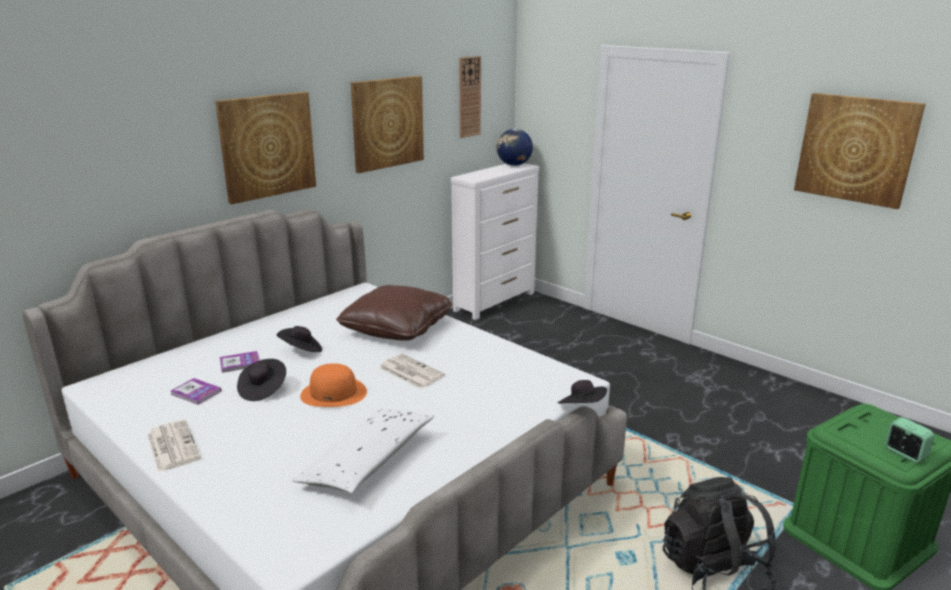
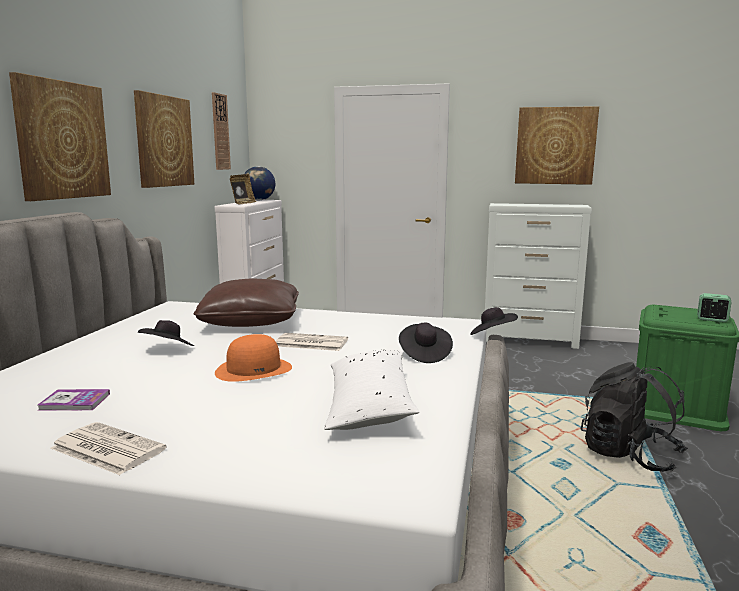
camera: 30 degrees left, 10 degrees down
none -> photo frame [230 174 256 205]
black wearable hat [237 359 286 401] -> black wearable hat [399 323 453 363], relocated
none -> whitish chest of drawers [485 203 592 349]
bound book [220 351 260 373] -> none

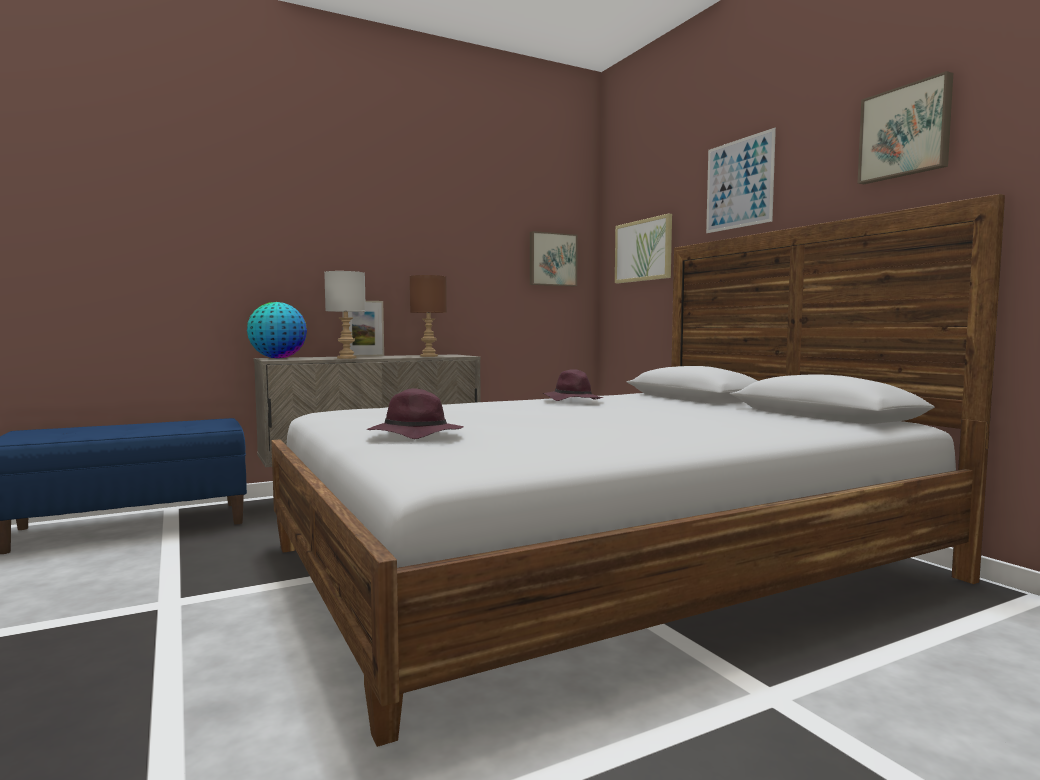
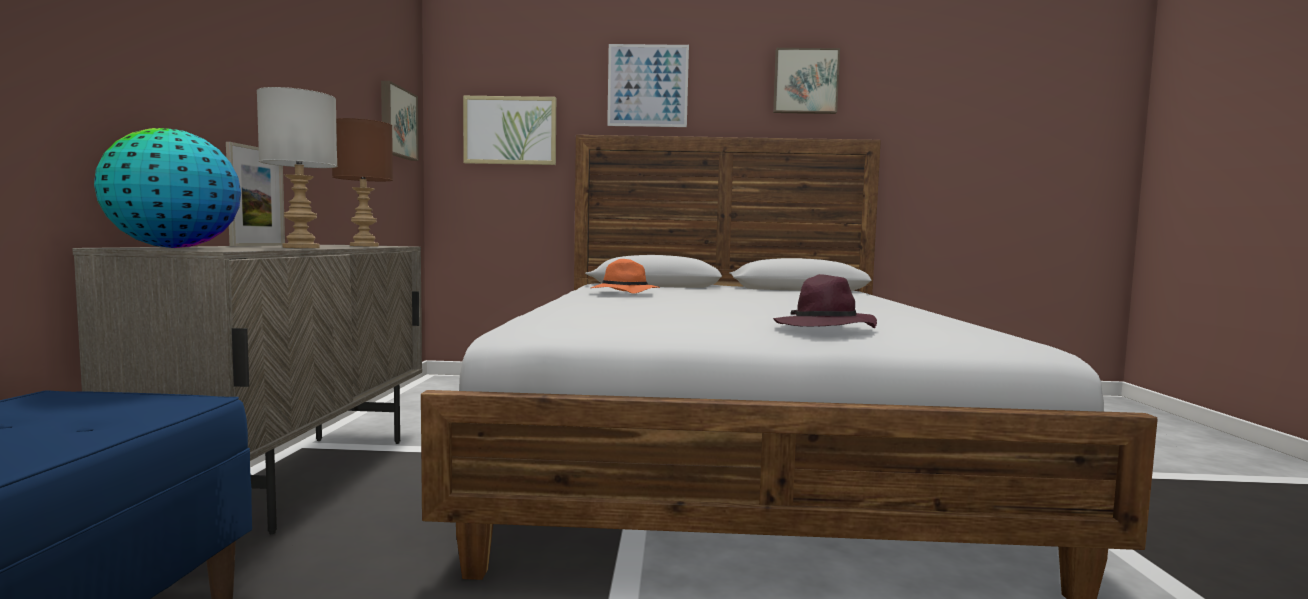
camera: 60 degrees left, 0 degrees up
purple wearable hat [543 369 603 401] -> orange-coloured wearable hat [591 259 660 294]

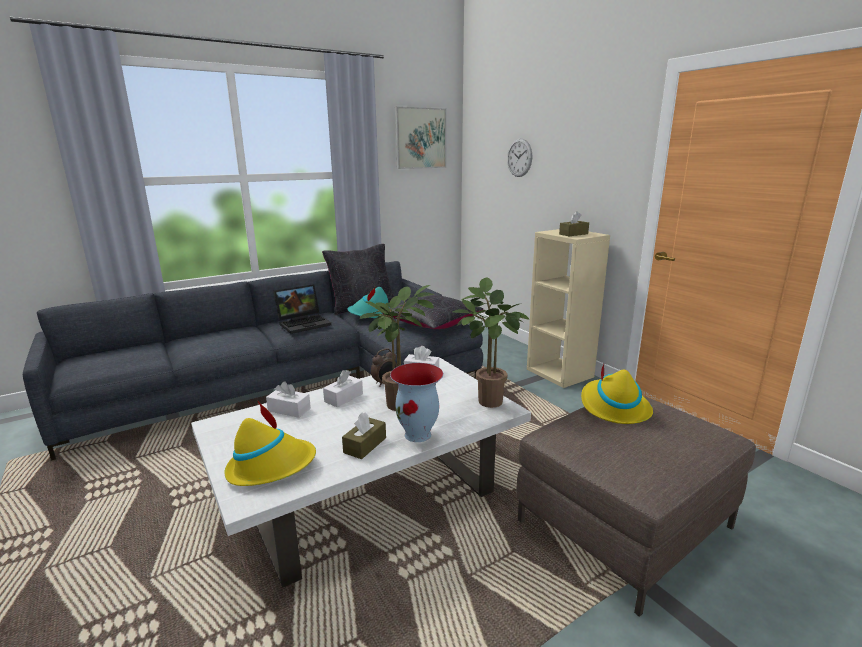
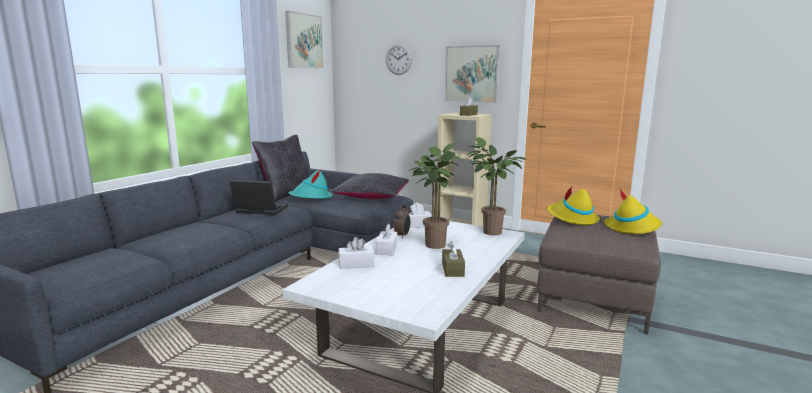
camera: 30 degrees left, 5 degrees down
notebook computer [273 284 331 334] -> notebook computer [229 180 288 215], 105 degrees counterclockwise
none -> picture [445 45 500 103]
yellow wearable hat [224 401 316 486] -> yellow wearable hat [605 189 662 234], relocated
decorative vase [390 363 443 442] -> none

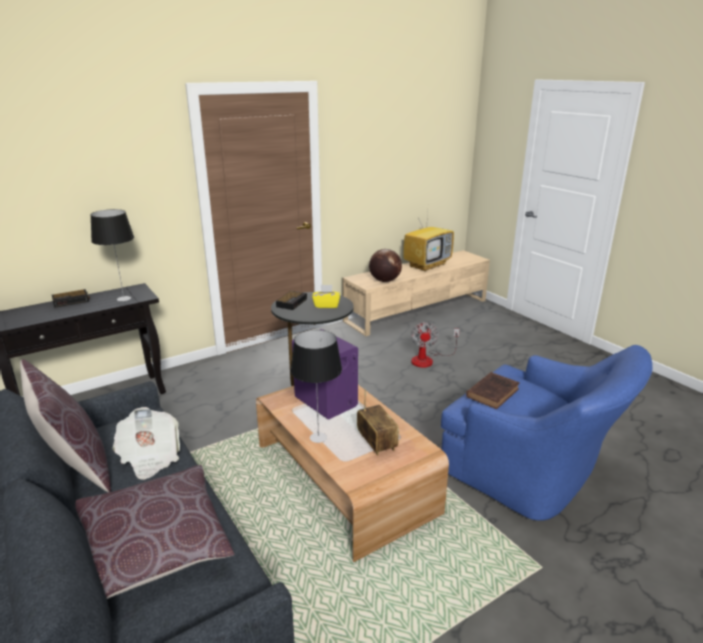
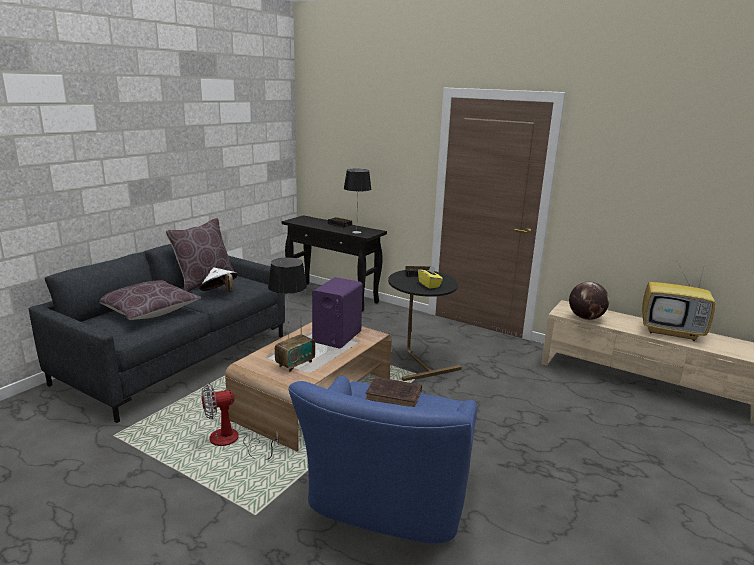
camera: 65 degrees right, 5 degrees down
daily paper [112 407 180 480] -> whitish wearable hat [199 267 238 292]
electric fan [411 322 460 368] -> electric fan [202 383 279 459], relocated

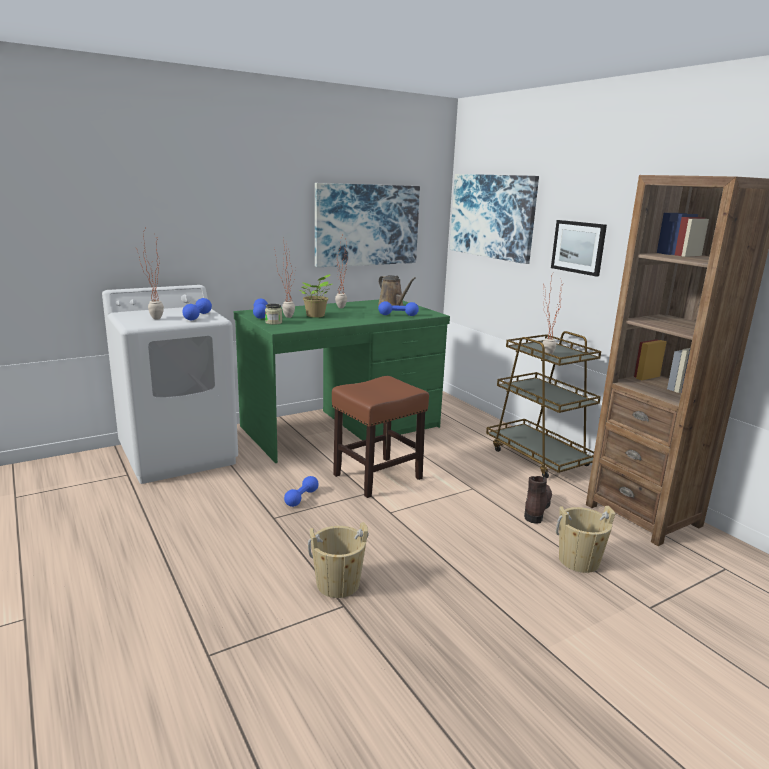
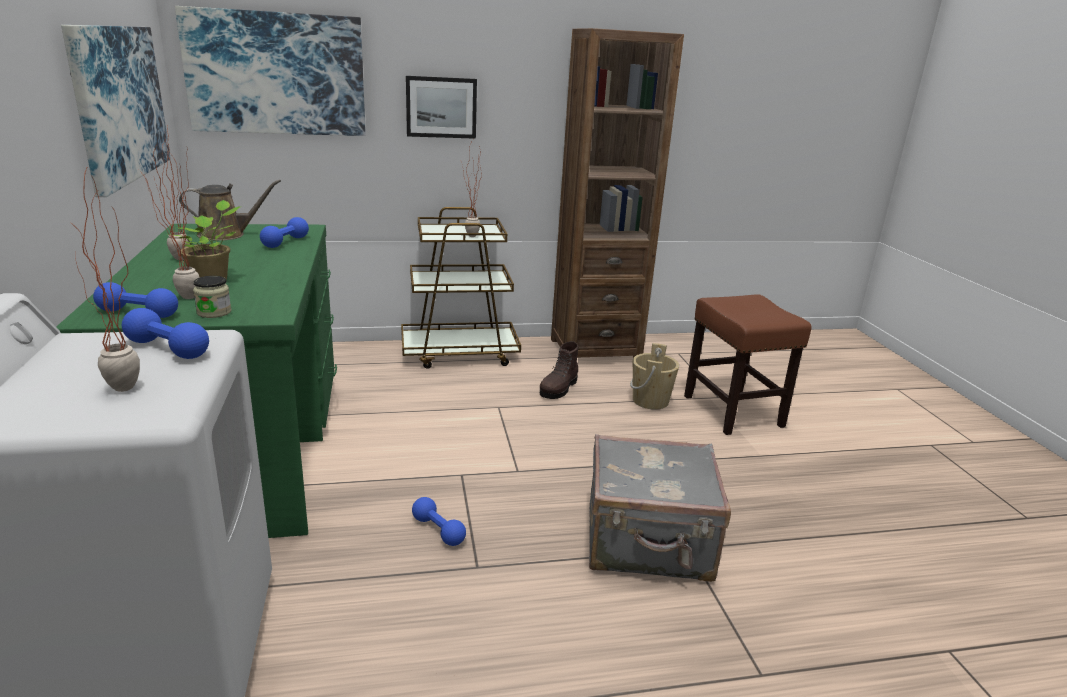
camera: 70 degrees left, 5 degrees up
brown-coloured tall boot [524 476 552 524] -> brown-coloured tall boot [540 341 579 399], 105 degrees counterclockwise
beige bucket [308 522 369 598] -> gray piece of luggage [589 434 731 582]
brown-coloured stool seat [332 376 429 498] -> brown-coloured stool seat [684 294 812 435], relocated

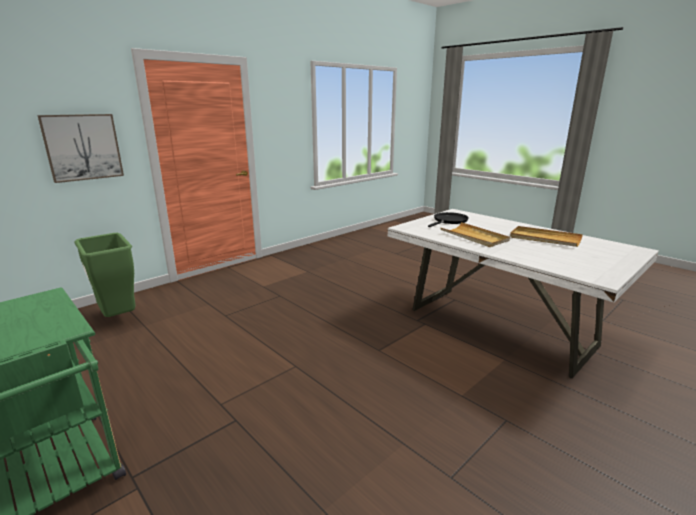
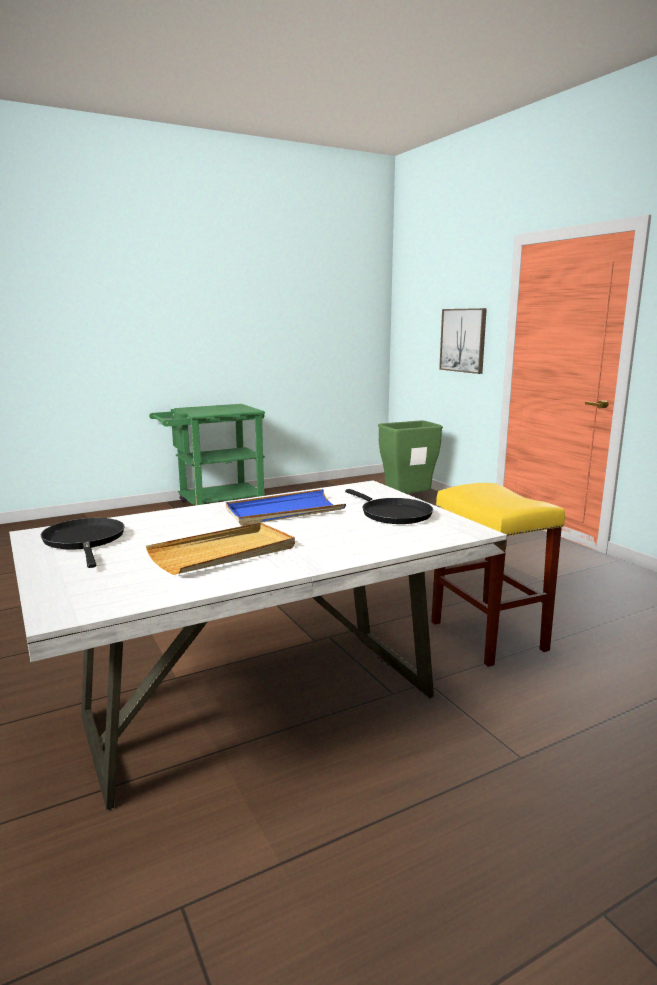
camera: 105 degrees right, 5 degrees down
none -> black pan [41 518 124 568]
beige serving tray [441 222 510 247] -> blue serving tray [226 489 346 526]
none -> yellow stool seat [431 483 565 667]

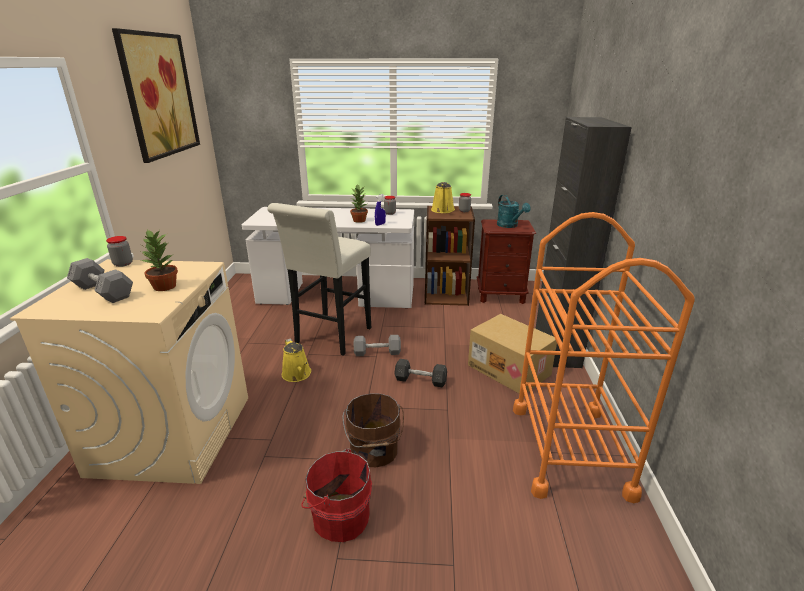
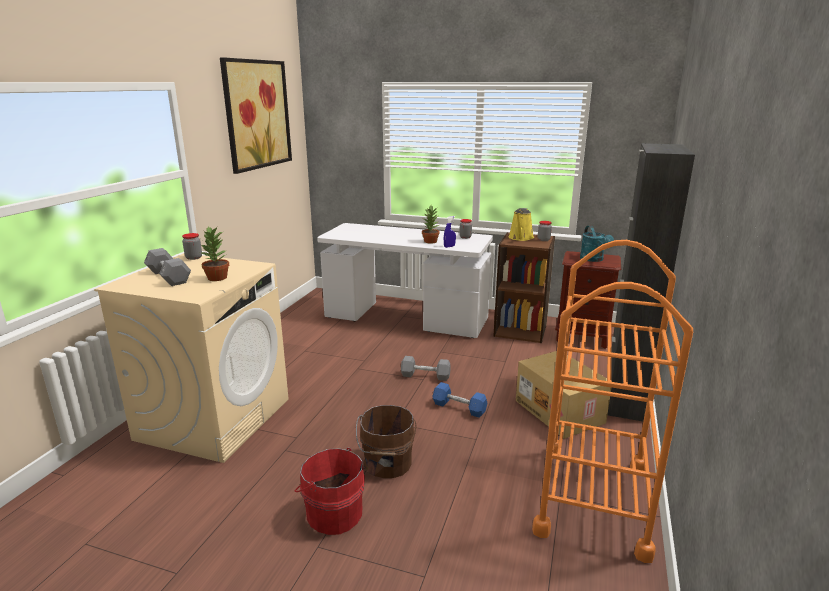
camera: 15 degrees right, 5 degrees down
gray dumbbell [394 359 447 387] -> blue dumbbell [433 382 487 418]
whitish stool seat [267 203 372 356] -> none
yellow watering can [282 339 311 382] -> none

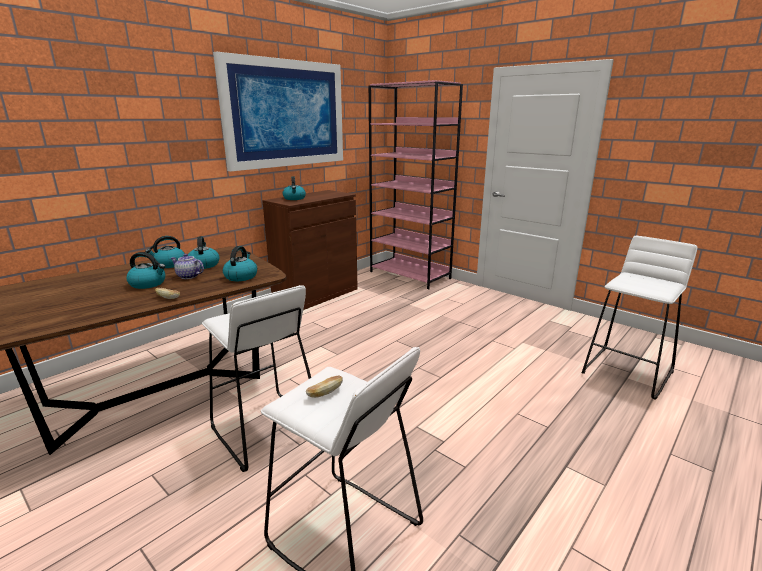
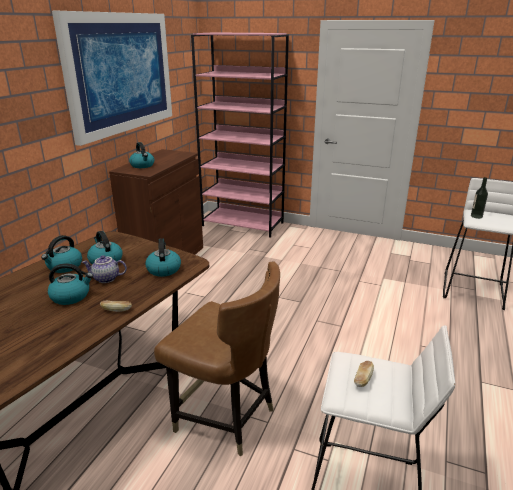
camera: 20 degrees left, 5 degrees up
whitish stool seat [202 285 311 472] -> brown-coloured chair [154 262 280 456]
none -> drink bottle [471 177 488 219]

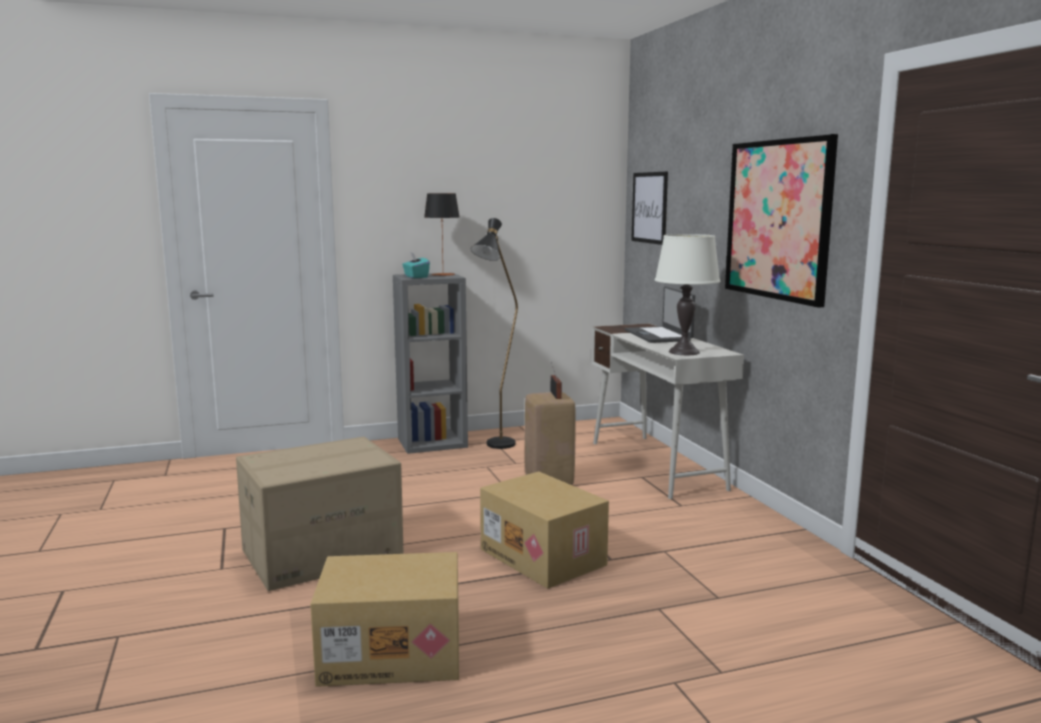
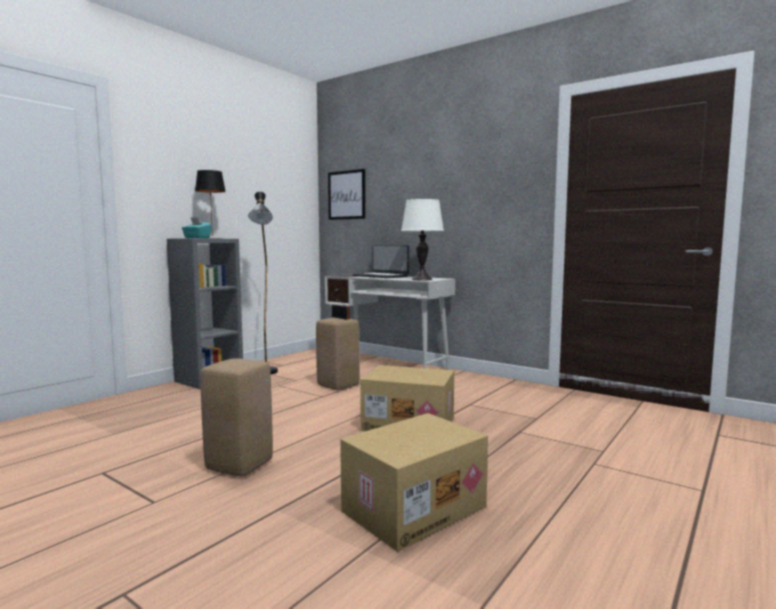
camera: 35 degrees left, 5 degrees down
packing box [236 437 404 591] -> beige stool seat [200 358 273 477]
picture [725 134 838 308] -> none

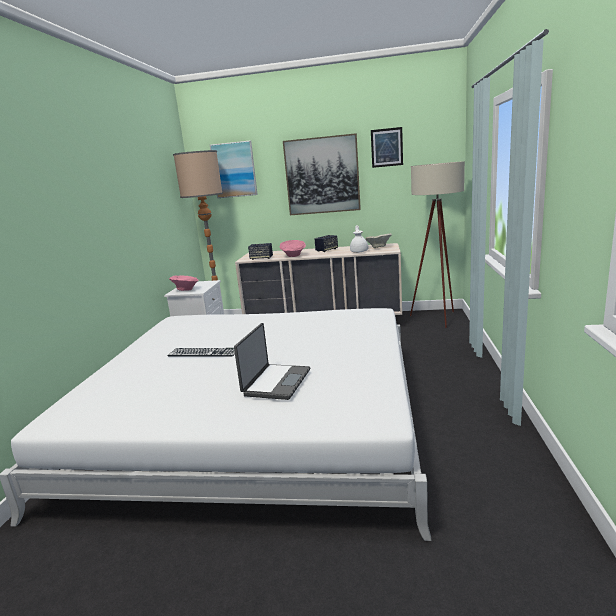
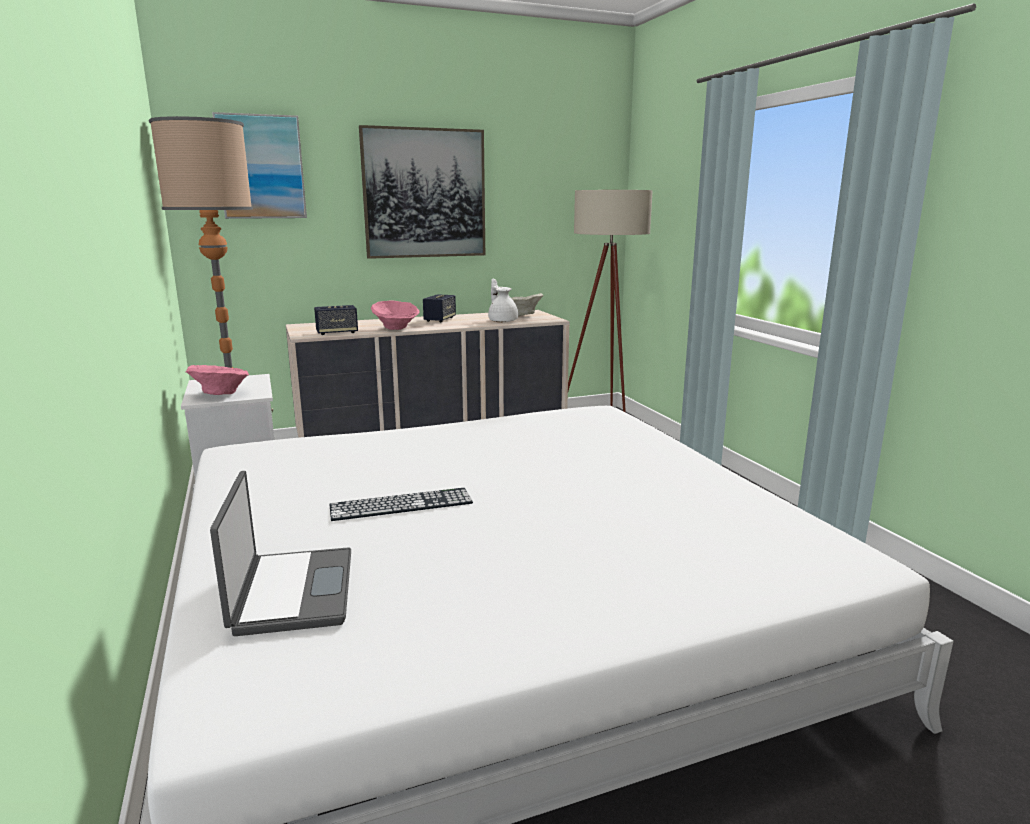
camera: 30 degrees left, 0 degrees up
notebook computer [234 323 310 400] -> notebook computer [210 471 351 636], relocated
picture [371 127 403 168] -> none

